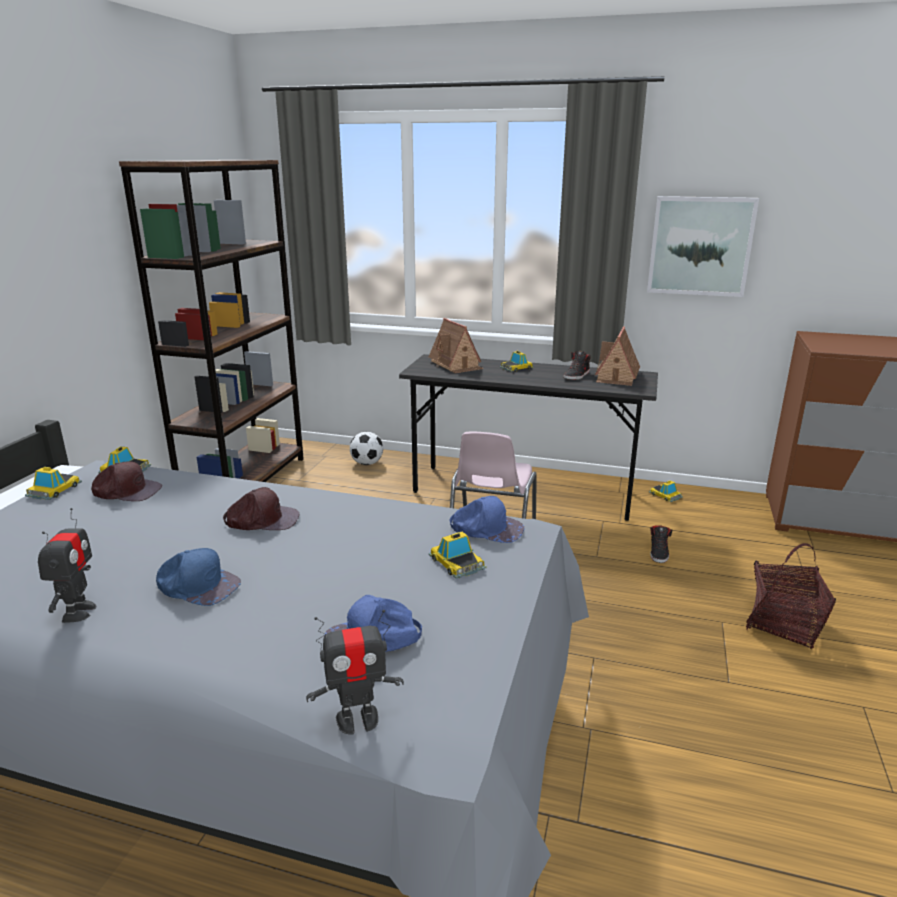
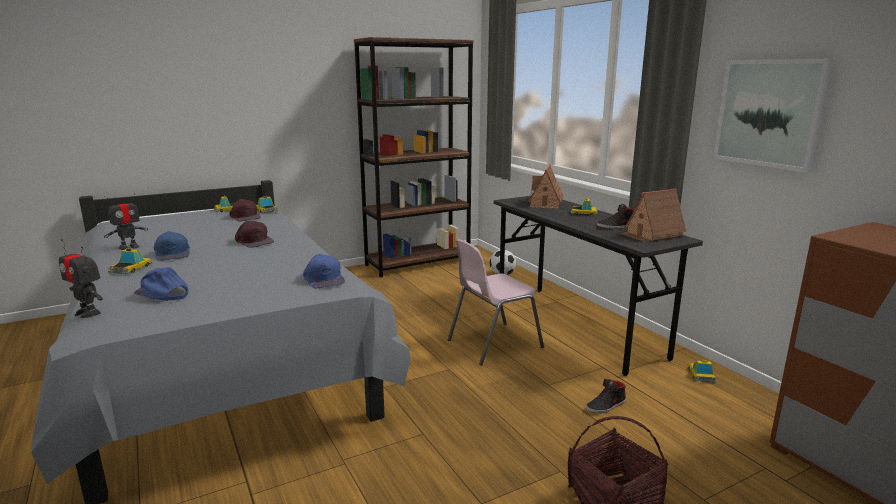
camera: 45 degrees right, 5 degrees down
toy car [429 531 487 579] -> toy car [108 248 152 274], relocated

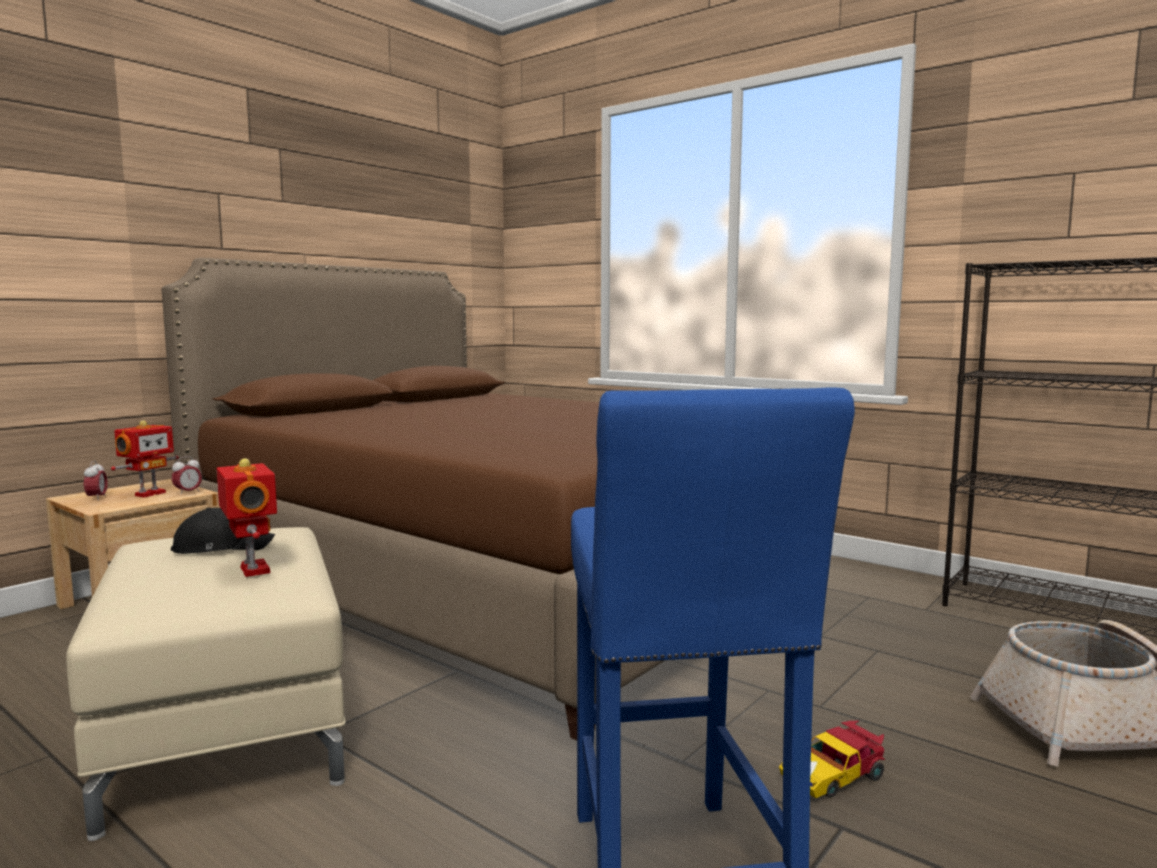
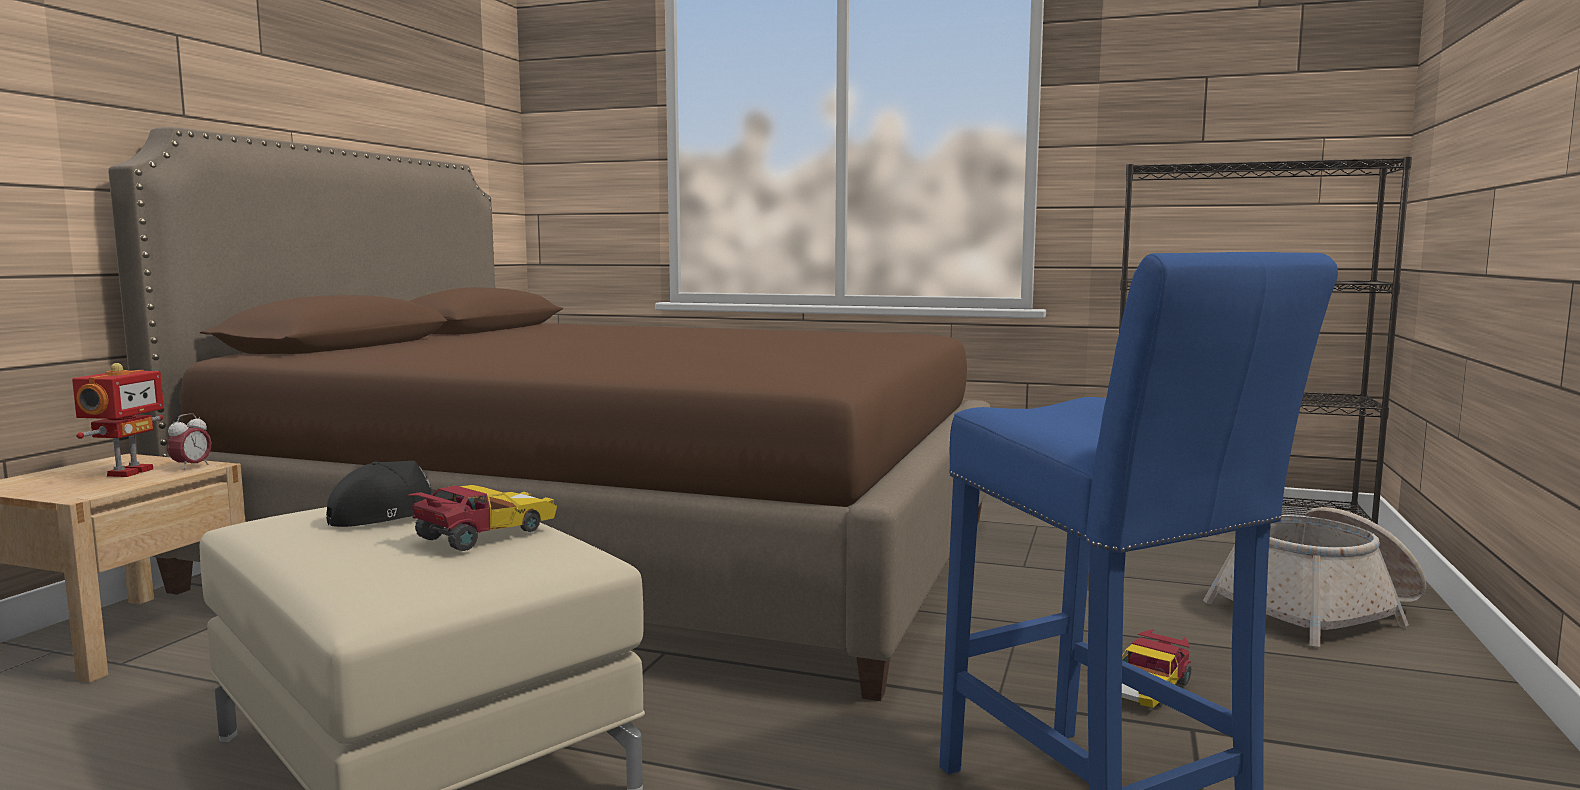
camera: 20 degrees left, 0 degrees up
robot figure [217 458 277 577] -> toy car [407 485 557 551]
bedside clock [84 461 108 501] -> none

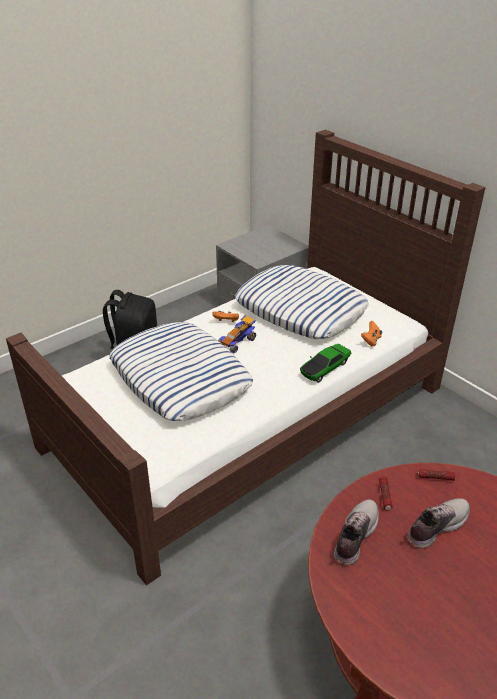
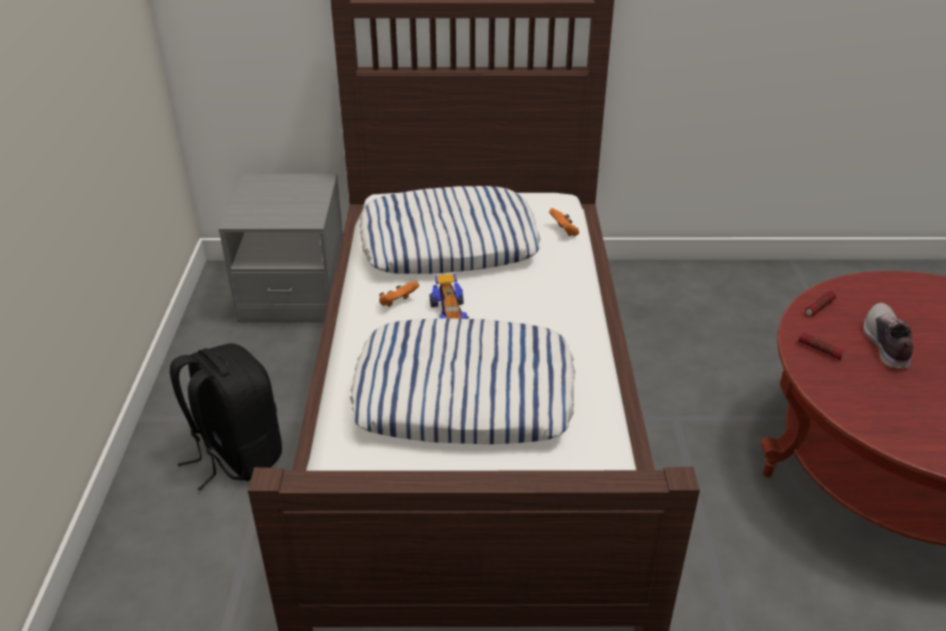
camera: 50 degrees left, 0 degrees up
toy car [300 344 351 383] -> none
shoe [334 499 379 565] -> none

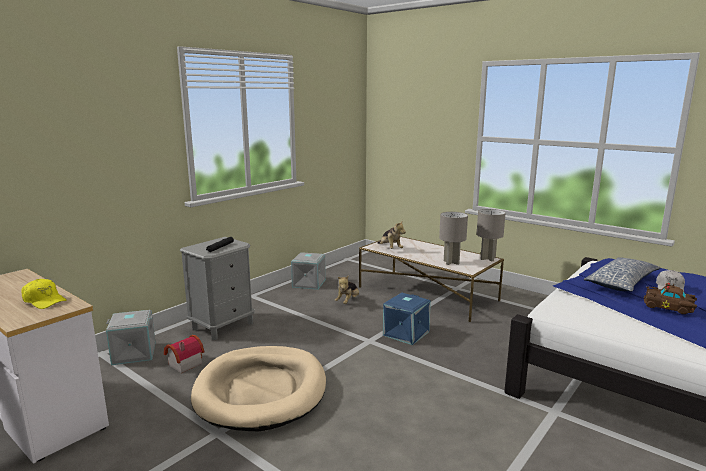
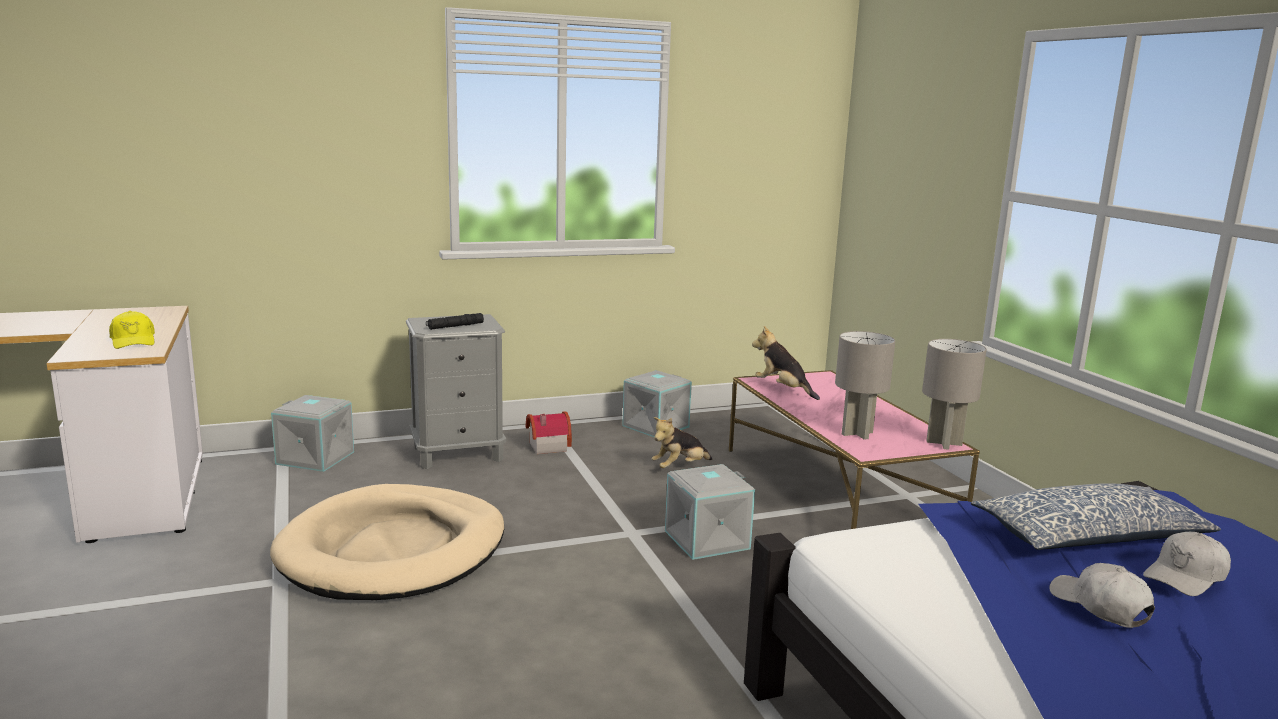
camera: 30 degrees right, 0 degrees up
toy house [164 335 204 373] -> toy house [526 412 572 454], relocated
blue storage box [383 293 431 345] -> gray storage box [665 464 755 560]
whitish coffee table [359 236 504 322] -> pinkish coffee table [728 370 980 529]
soft toy [378 220 406 249] -> soft toy [752 326 820 400], 135 degrees clockwise
brown-coloured toy car [644 283 697 314] -> whitish peaked cap [1049 563 1155 628]

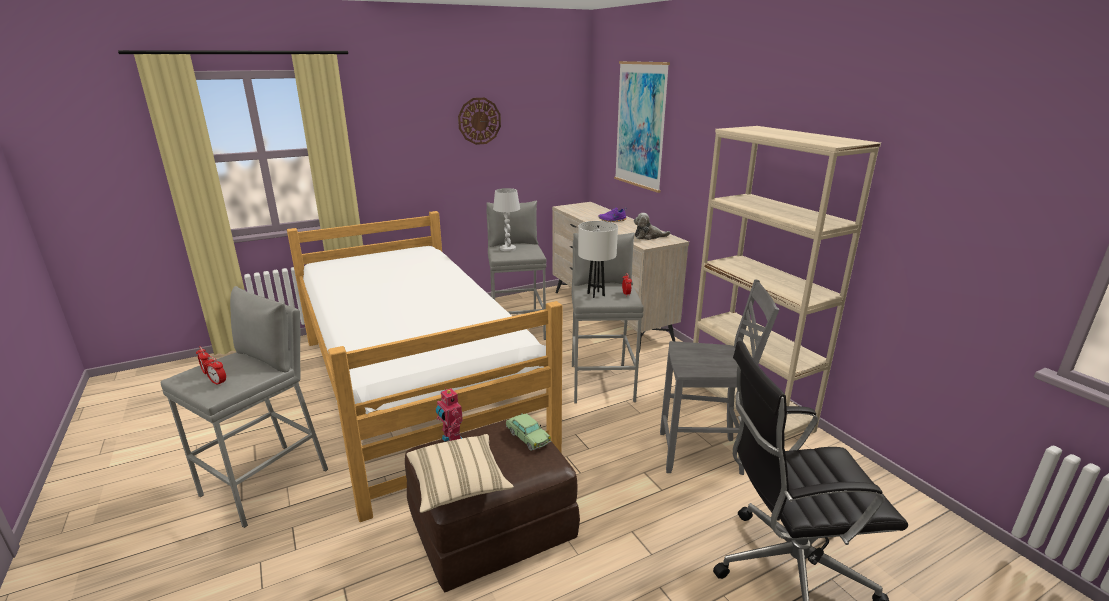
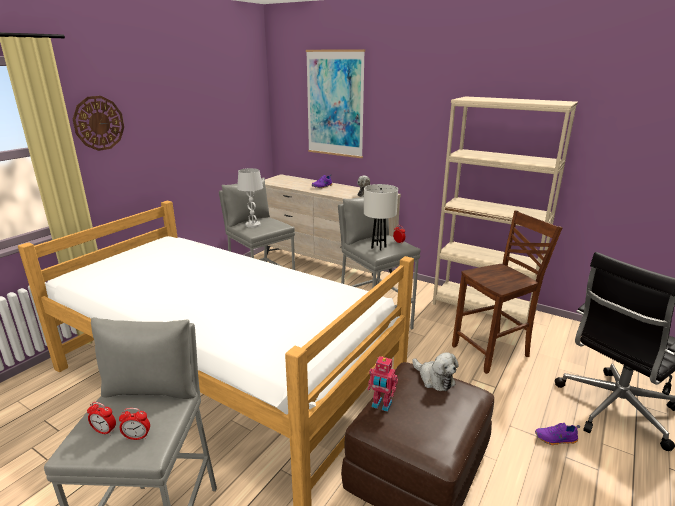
camera: 30 degrees left, 0 degrees up
wall clock [458 98 501 145] -> wall clock [73 96 124 151], relocated
toy car [506 413 551 451] -> soft toy [413 352 459 391]
gray chair [660 279 779 475] -> brown-coloured chair [452 210 562 374]
none -> purple shoe [535 423 580 445]
beige throw pillow [406 434 514 513] -> none

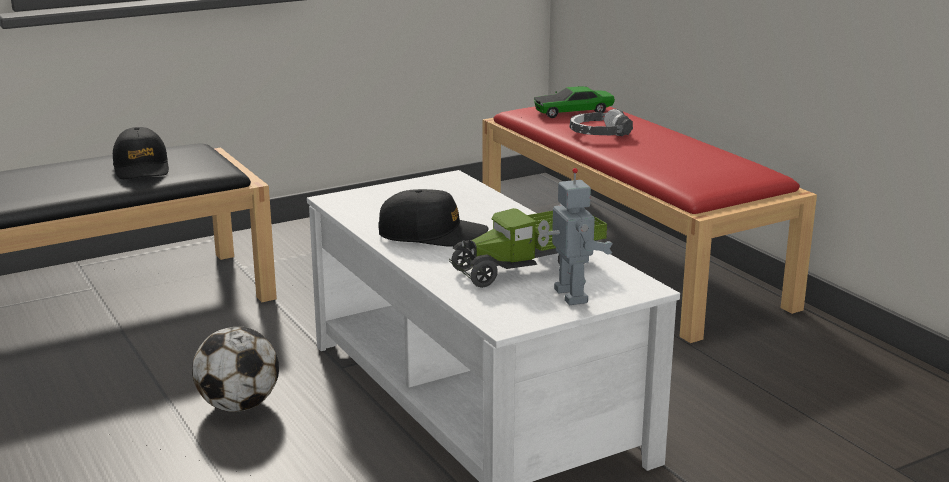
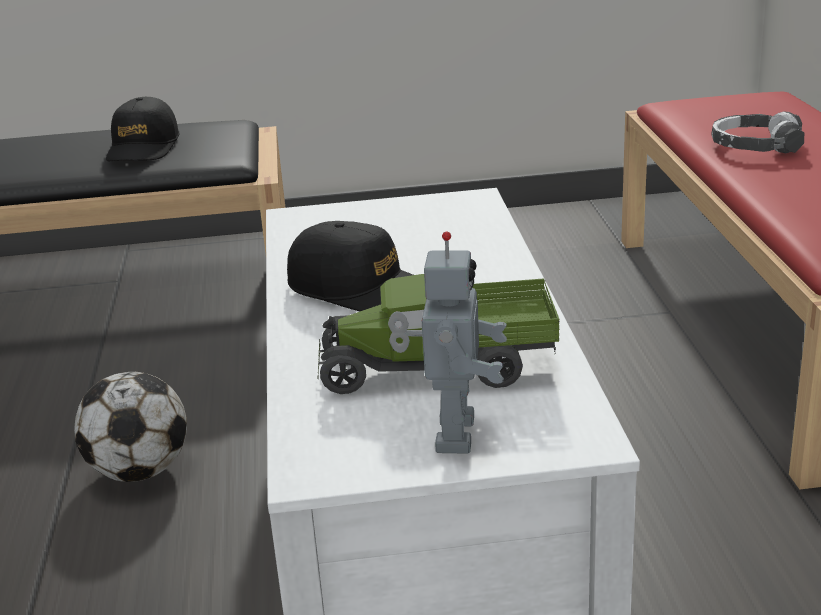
camera: 25 degrees right, 5 degrees up
toy car [534 86 615 118] -> none

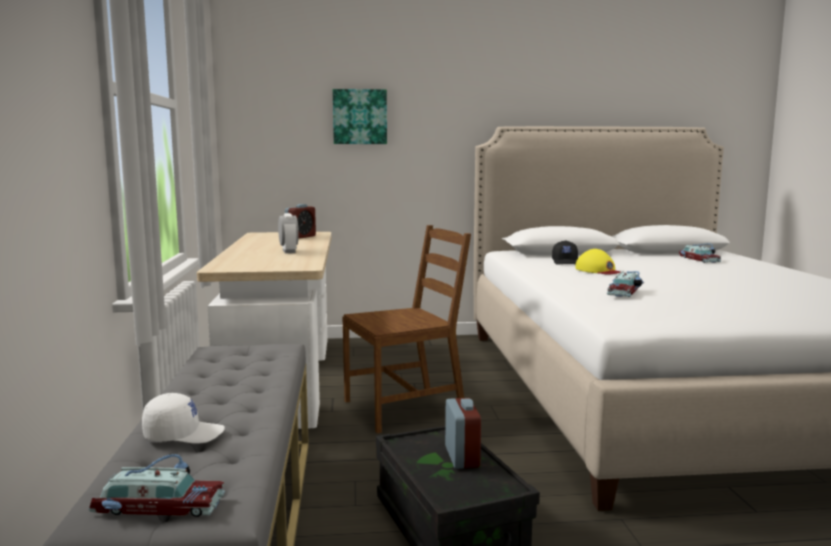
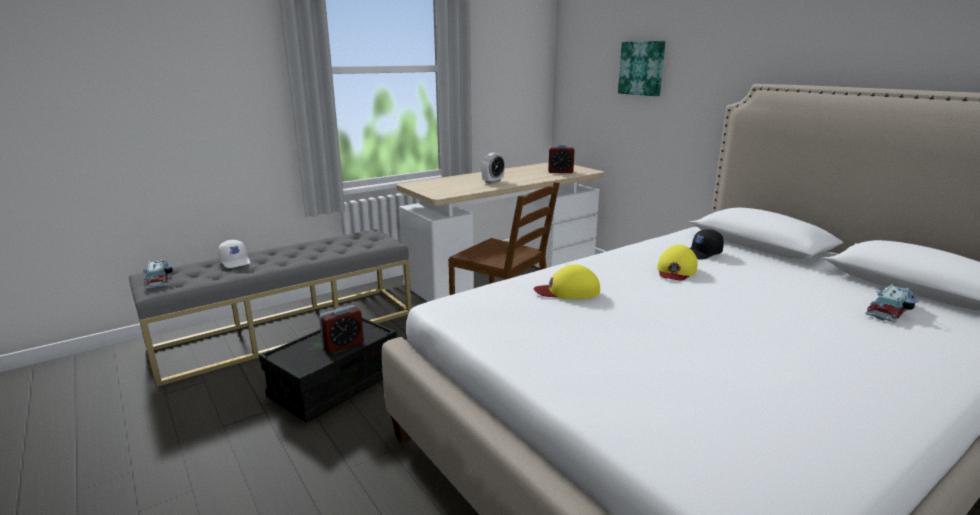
camera: 60 degrees right, 10 degrees up
toy car [607 271 643 297] -> yellow peaked cap [534 265 600 299]

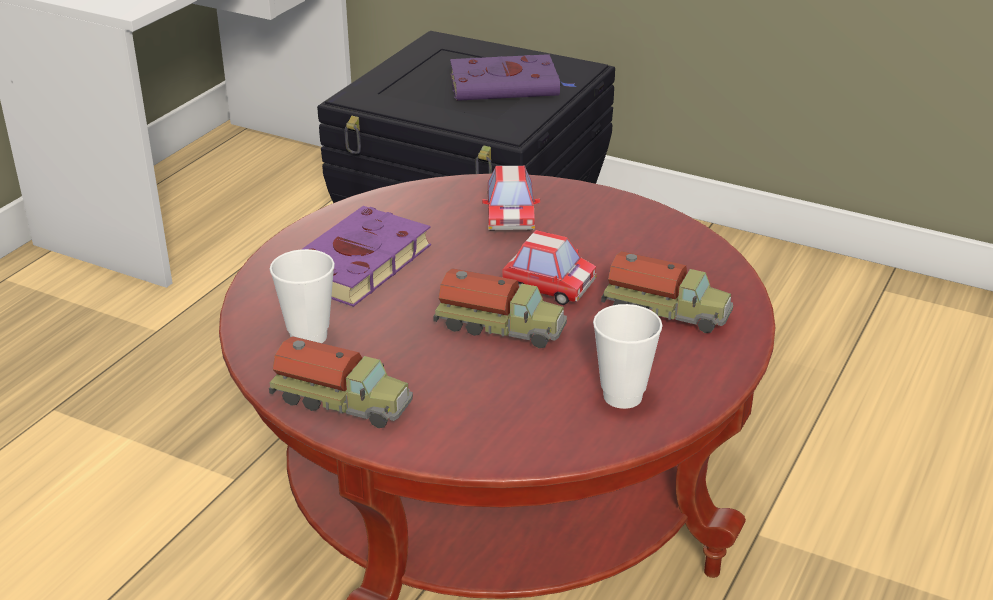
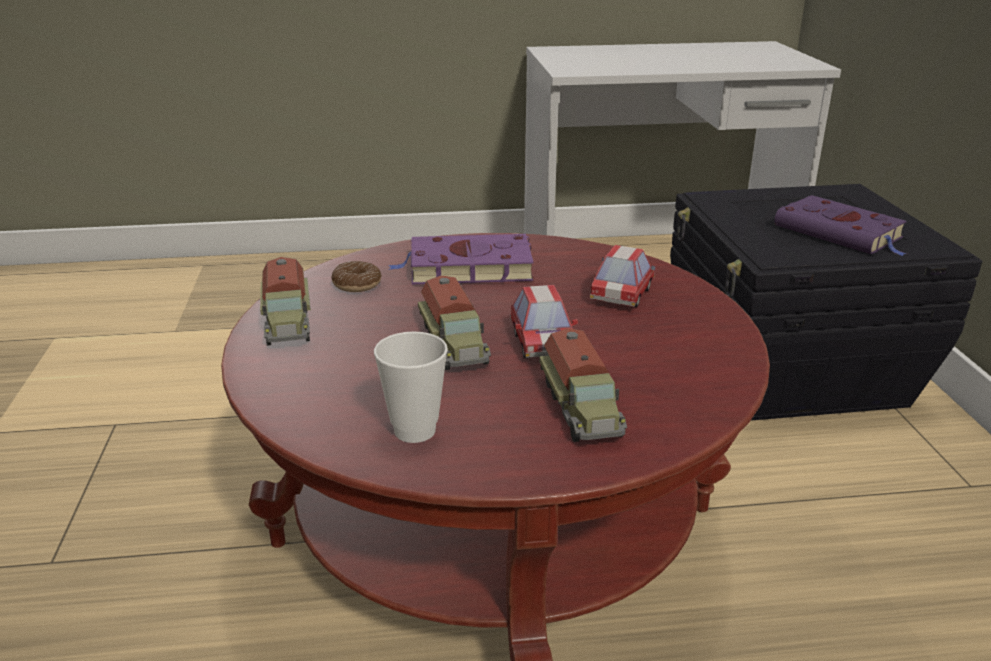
camera: 55 degrees right, 5 degrees down
cup [270 249 335 343] -> ring doughnut [331 261 382 292]
toy car [482 166 540 231] -> toy car [590 245 657 307], 150 degrees clockwise

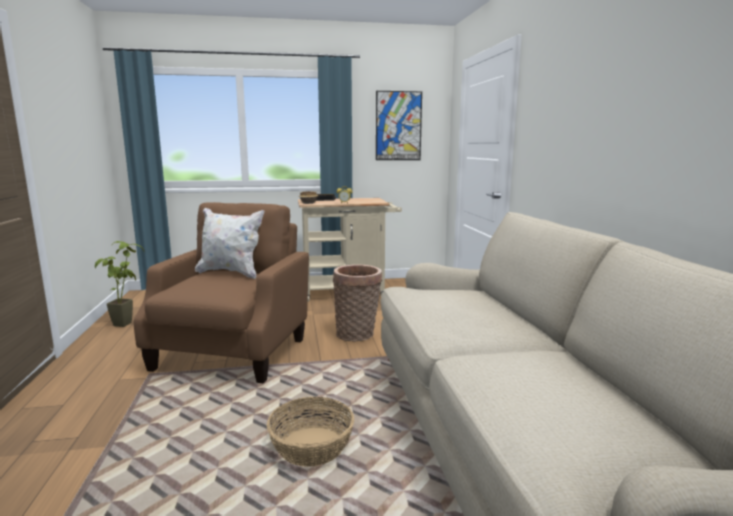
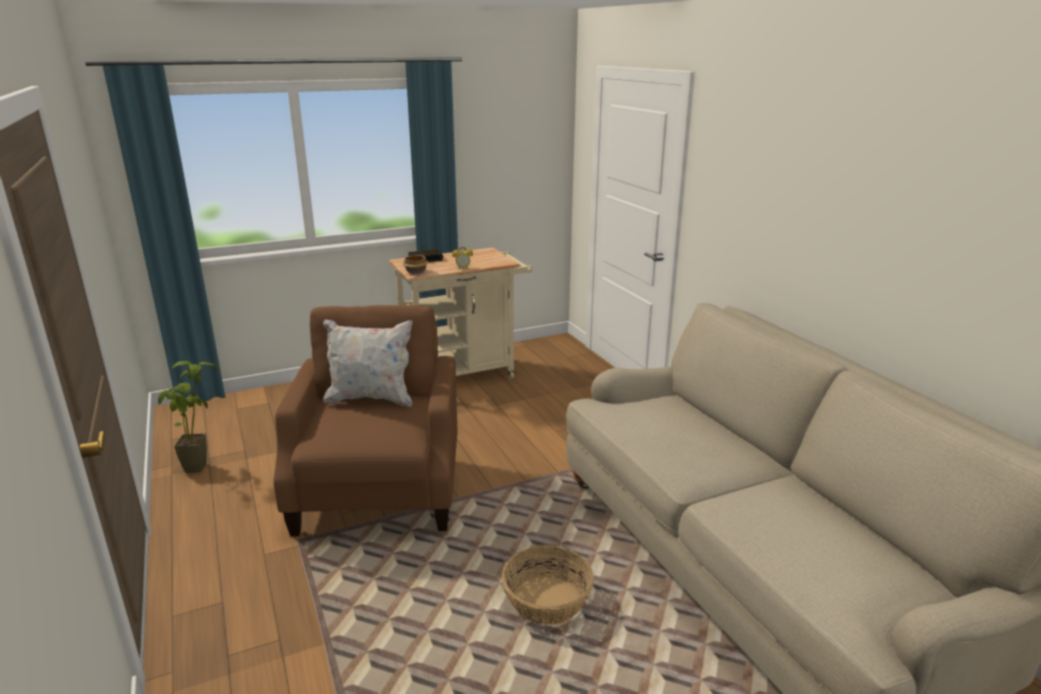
camera: 15 degrees left, 10 degrees up
storage basket [333 265 382 342] -> none
picture [376 91 422 160] -> none

